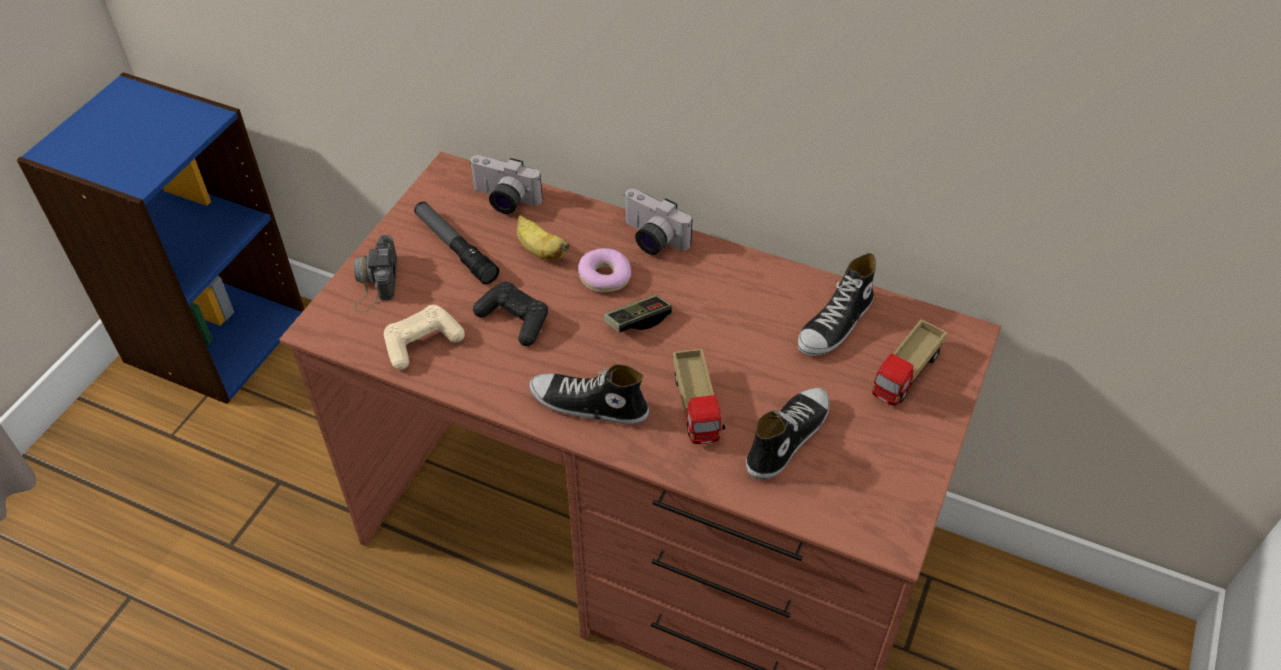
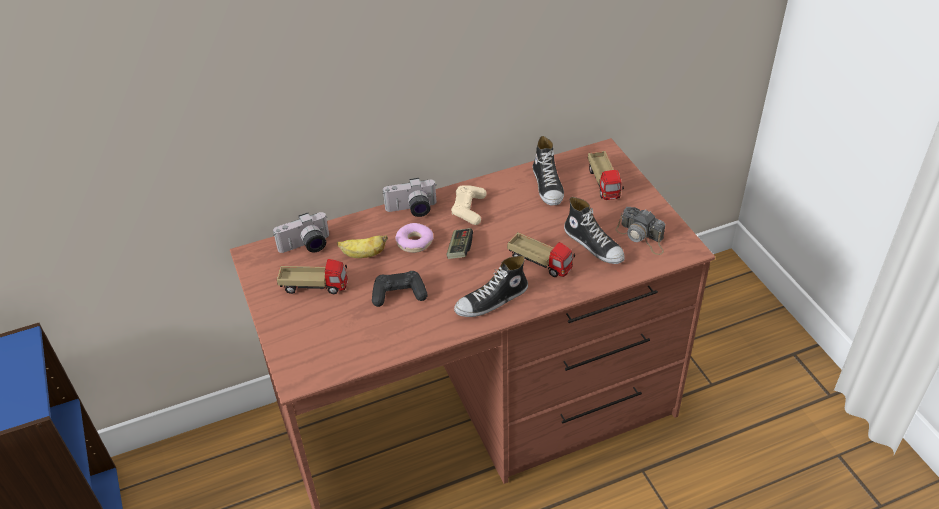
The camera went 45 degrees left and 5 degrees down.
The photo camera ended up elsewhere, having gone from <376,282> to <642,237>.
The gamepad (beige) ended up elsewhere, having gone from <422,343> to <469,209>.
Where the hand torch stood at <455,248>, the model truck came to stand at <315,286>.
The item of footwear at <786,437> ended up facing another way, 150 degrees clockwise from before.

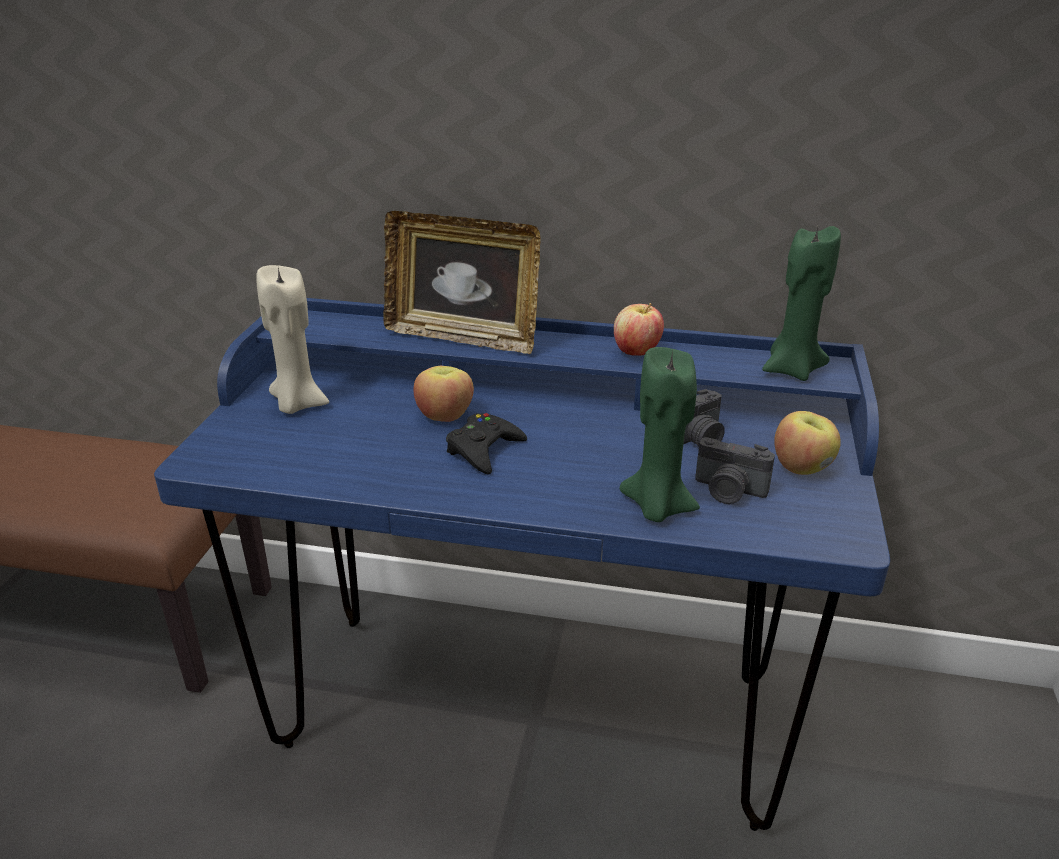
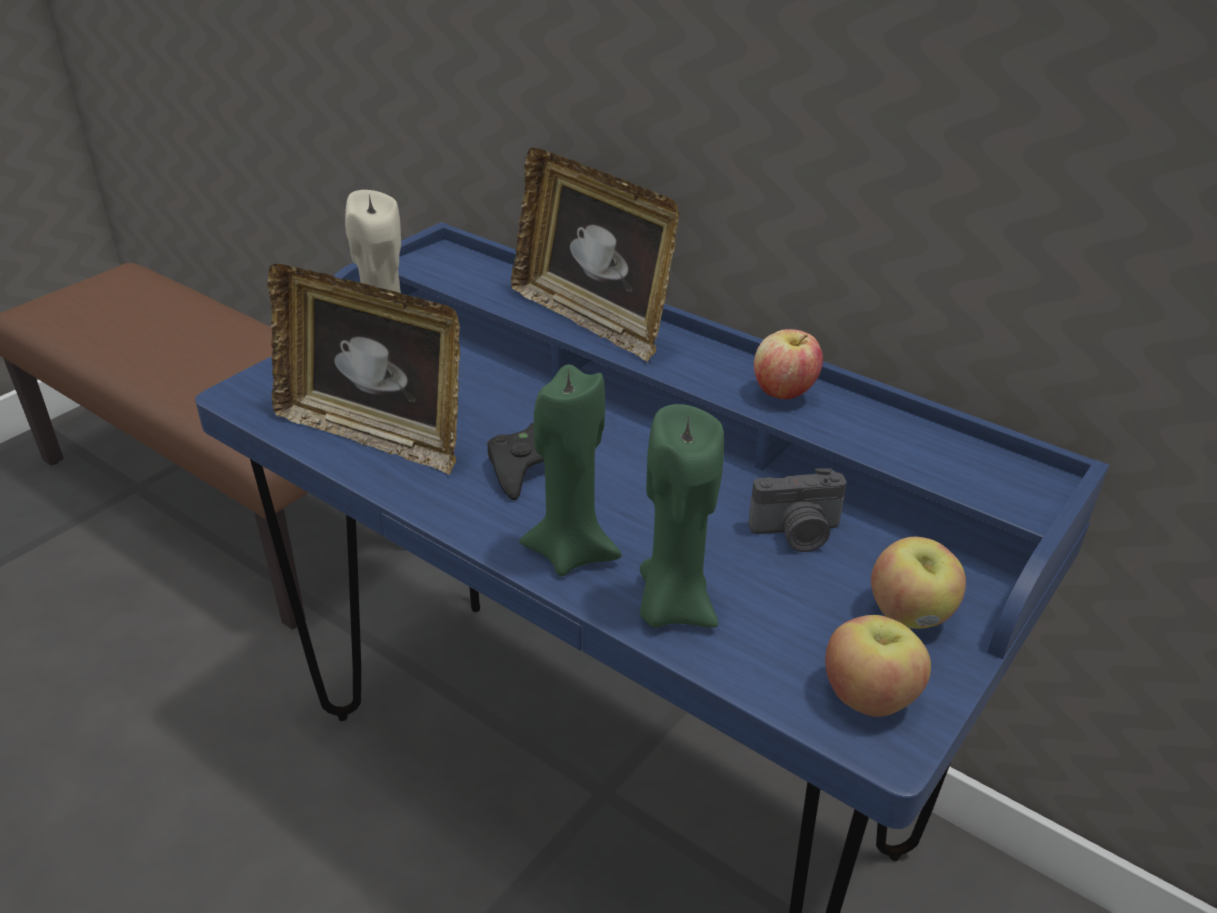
The camera went 25 degrees right and 5 degrees up.
The apple fruit ended up elsewhere, having gone from <445,415> to <869,695>.
The second view lost the photo camera at <728,491>.
The candle (green) ended up elsewhere, having gone from <792,369> to <571,552>.
The second view gained the photo frame at <374,434>.

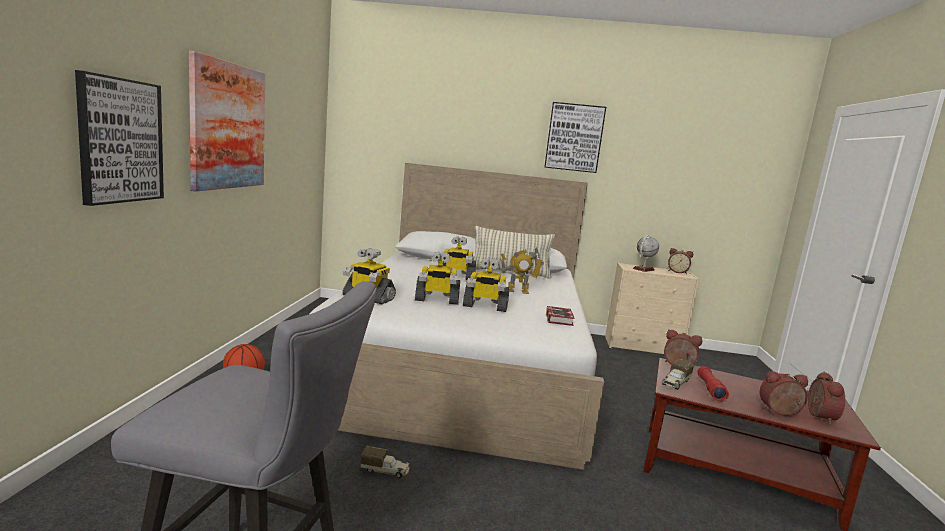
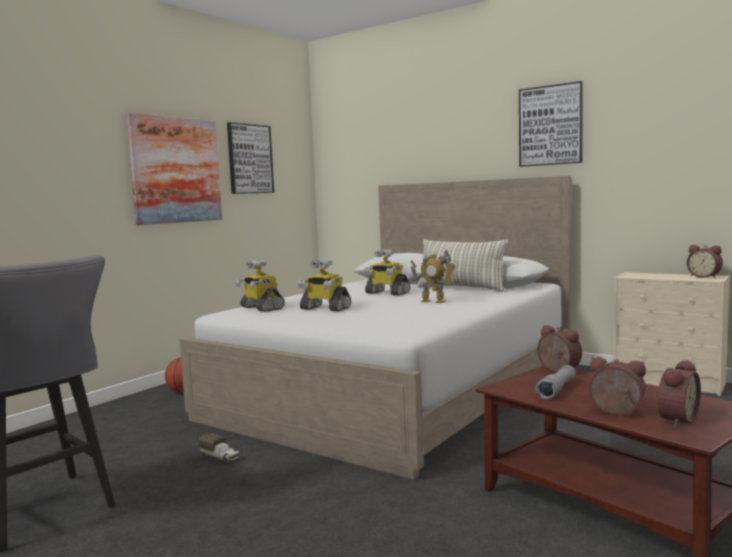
The camera went 30 degrees right and 5 degrees down.
The wall picture ended up elsewhere, having gone from <120,141> to <249,159>.
The second view lost the robot figure at <485,306>.
The second view lost the bound book at <559,319>.
The second view lost the desk globe at <643,269>.
The second view lost the model truck at <675,383>.
What was the hand torch (reddish) at <710,389> turned into the hand torch (gray) at <557,390>.

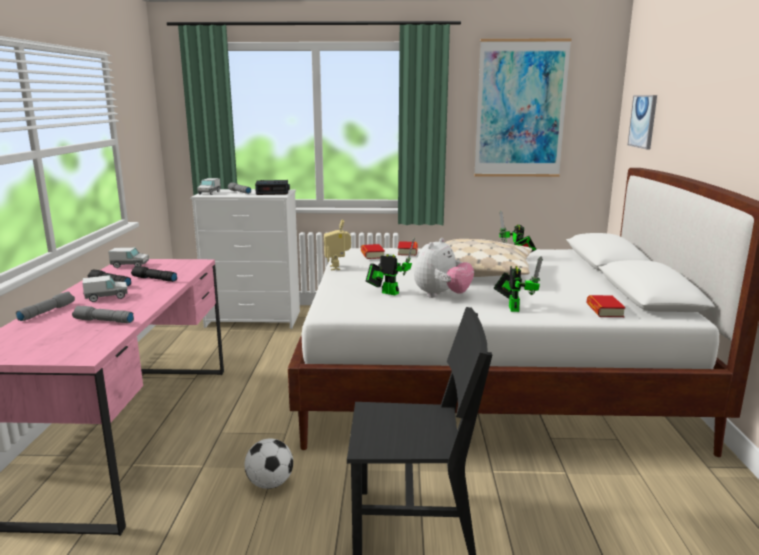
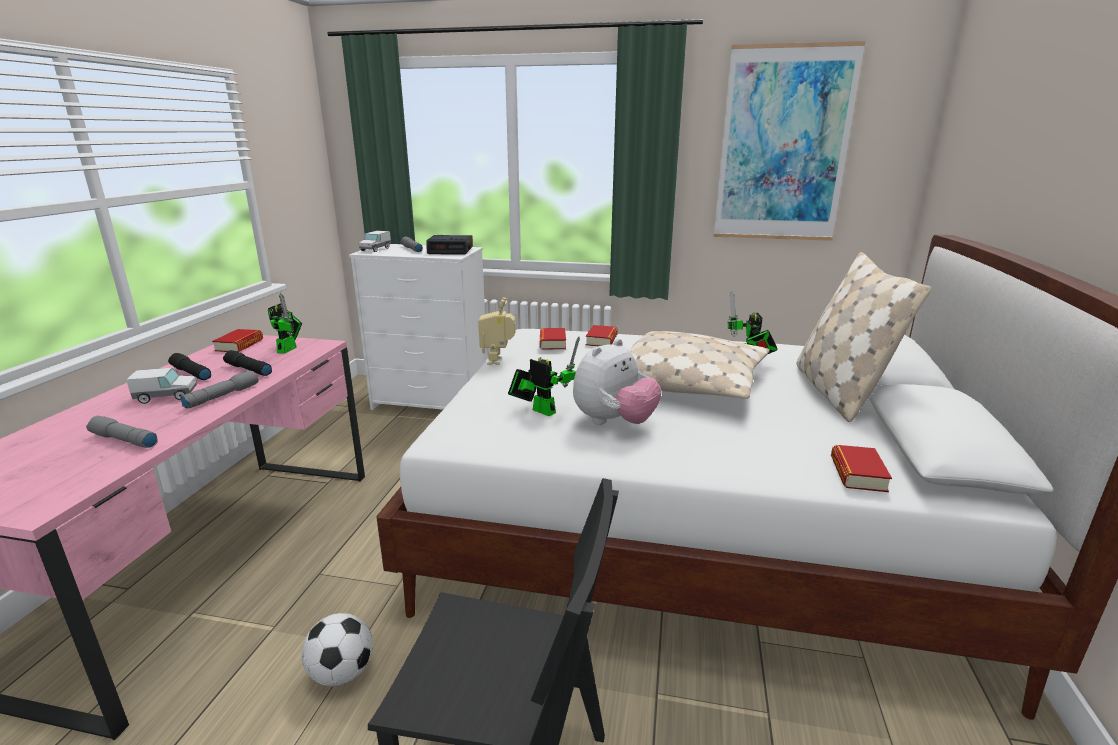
The camera went 10 degrees right and 5 degrees up.
The hand torch (gray) ended up elsewhere, having gone from <47,312> to <222,396>.
Where the model truck stood at <130,265>, the bound book came to stand at <239,345>.
The robot figure ended up elsewhere, having gone from <513,307> to <289,349>.
The second view lost the wall picture at <643,121>.
The second view gained the throw pillow (beige) at <838,392>.

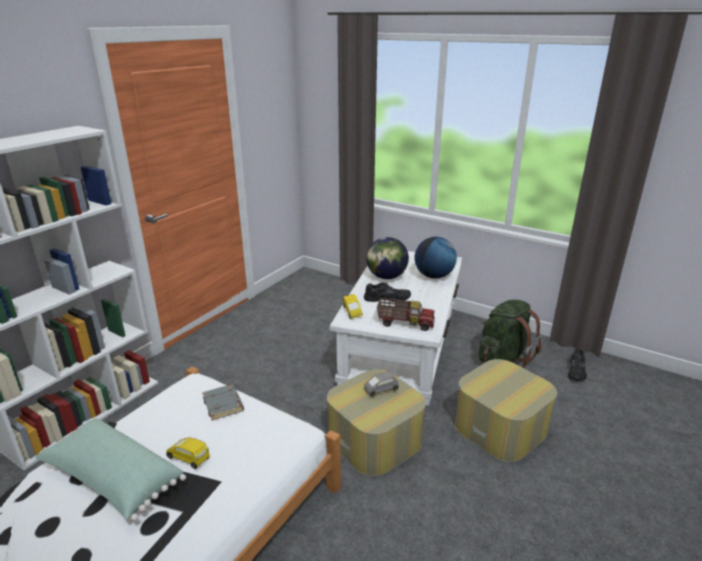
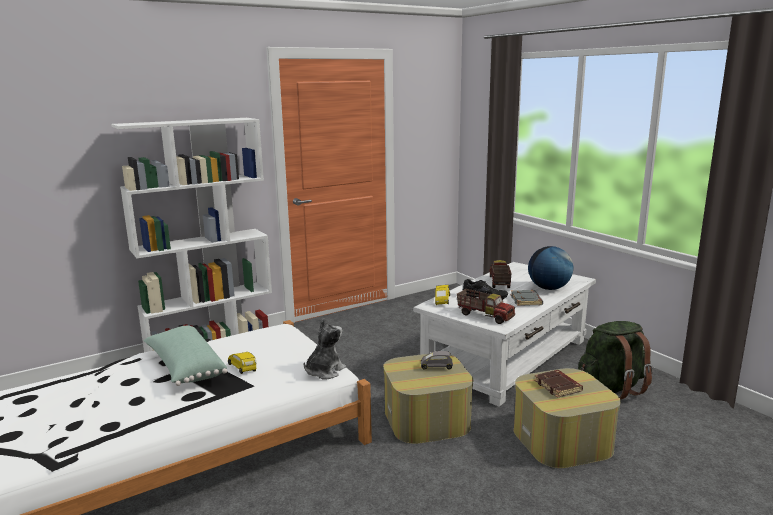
The camera went 25 degrees right and 10 degrees down.
The bound book (gray) ended up elsewhere, having gone from <224,405> to <526,301>.
Where the desk globe stood at <386,277>, the model truck came to stand at <499,282>.
The second view lost the item of footwear (black) at <577,372>.
The second view gained the plush toy at <324,371>.
The second view gained the bound book (brown-coloured) at <558,386>.

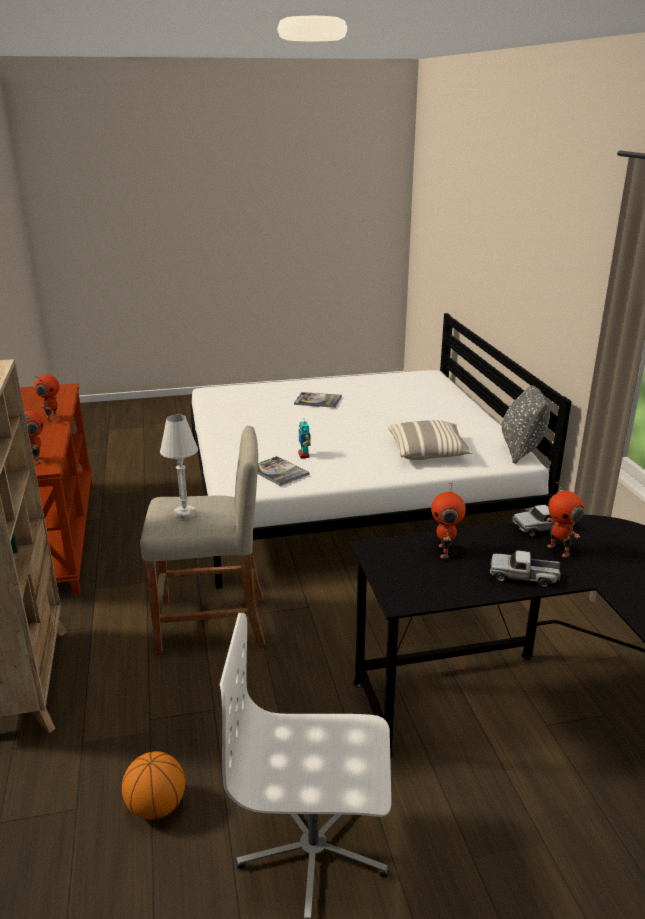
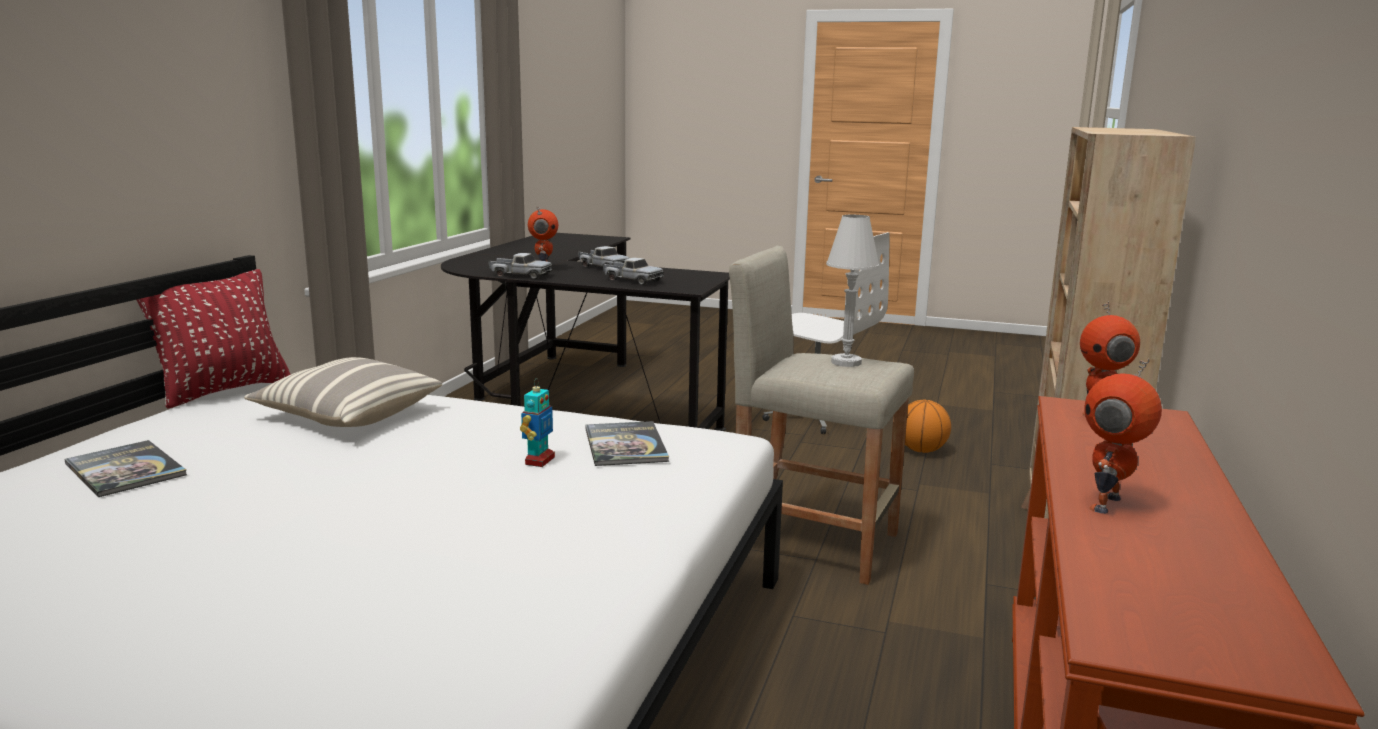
The camera went 150 degrees left and 10 degrees down.
The bound book ended up elsewhere, having gone from <318,401> to <125,470>.
Where the robot figure stood at <445,551>, the model truck came to stand at <632,280>.
What was the throw pillow (gray) at <521,449> turned into the throw pillow (reddish) at <224,391>.

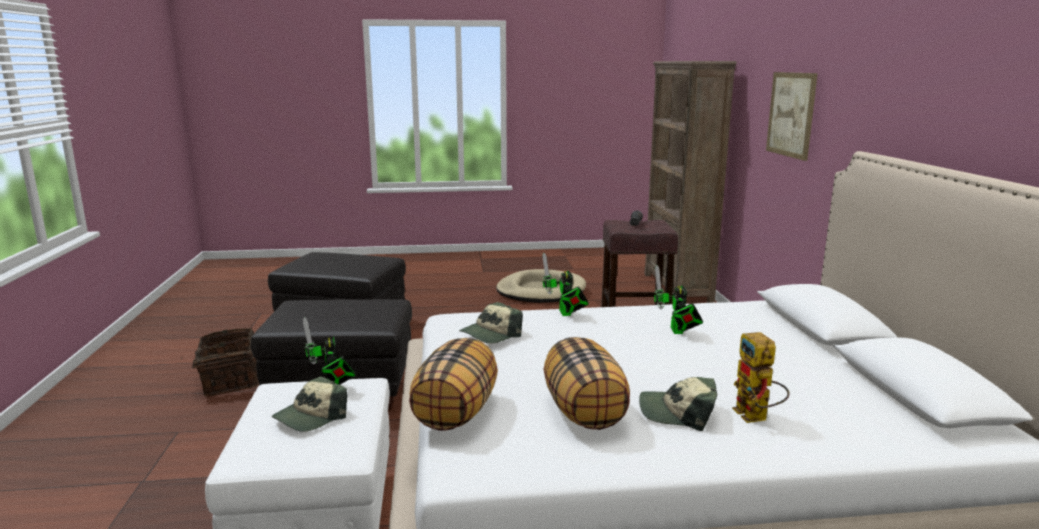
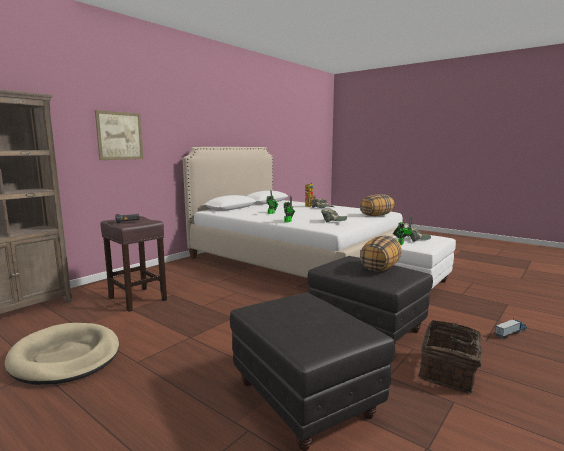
The camera went 135 degrees left and 5 degrees down.
The throw pillow ended up elsewhere, having gone from <585,412> to <380,268>.
The second view gained the model truck at <511,333>.

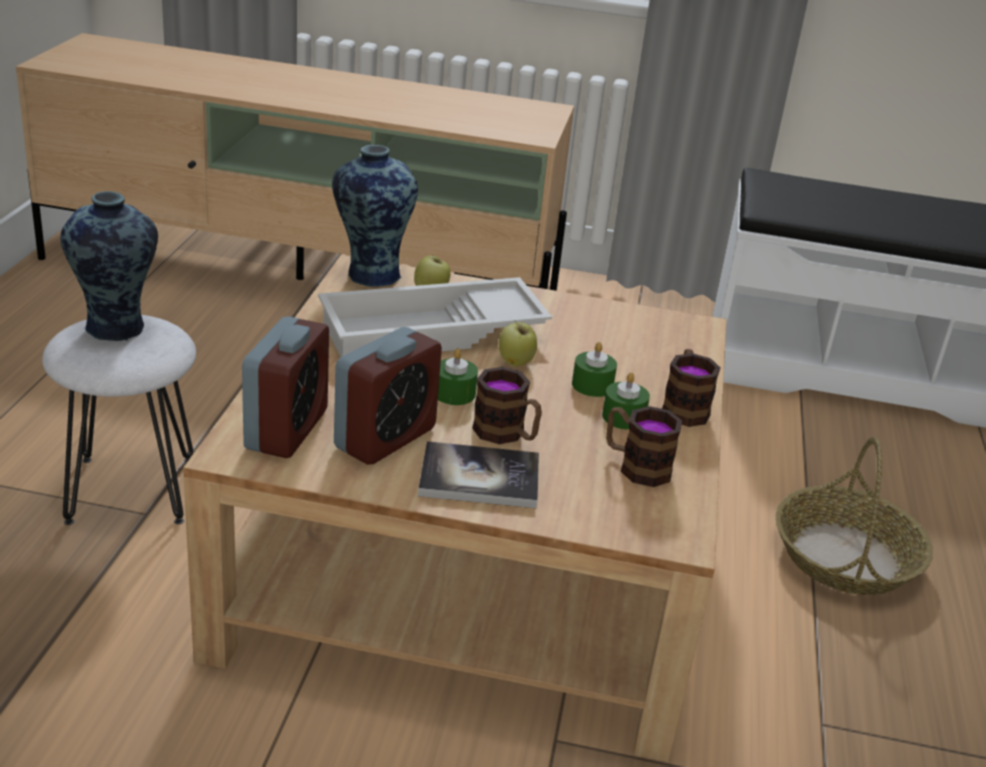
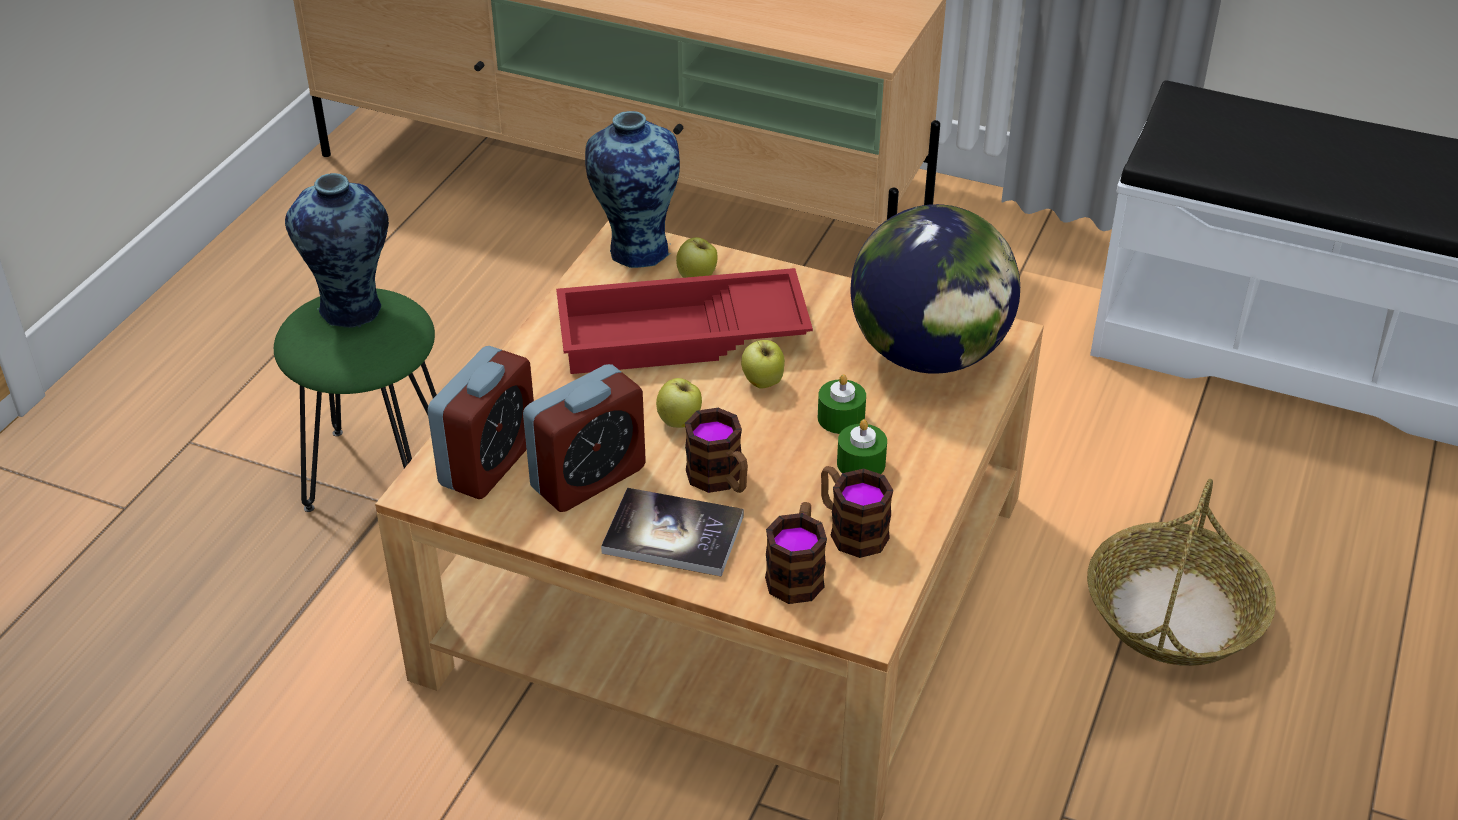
The camera went 15 degrees right and 10 degrees up.
What was the stool seat (white-coloured) at <131,488> turned into the stool seat (green) at <378,471>.
What was the serving tray (white-coloured) at <432,333> turned into the serving tray (reddish) at <681,337>.
Where the candle (green) stood at <454,393>, the apple fruit came to stand at <680,422>.
The mug ended up elsewhere, having gone from <684,407> to <797,572>.
The second view gained the desk globe at <928,354>.

